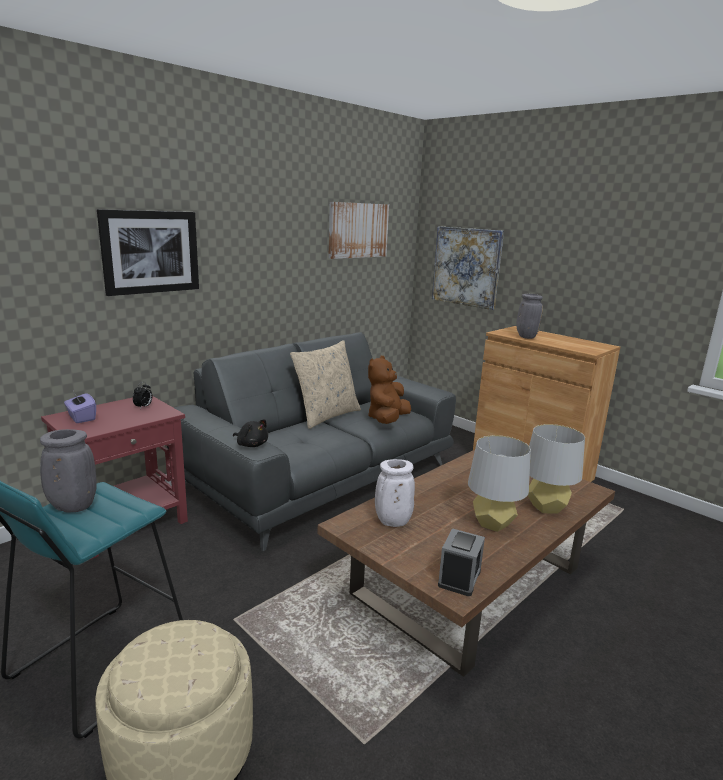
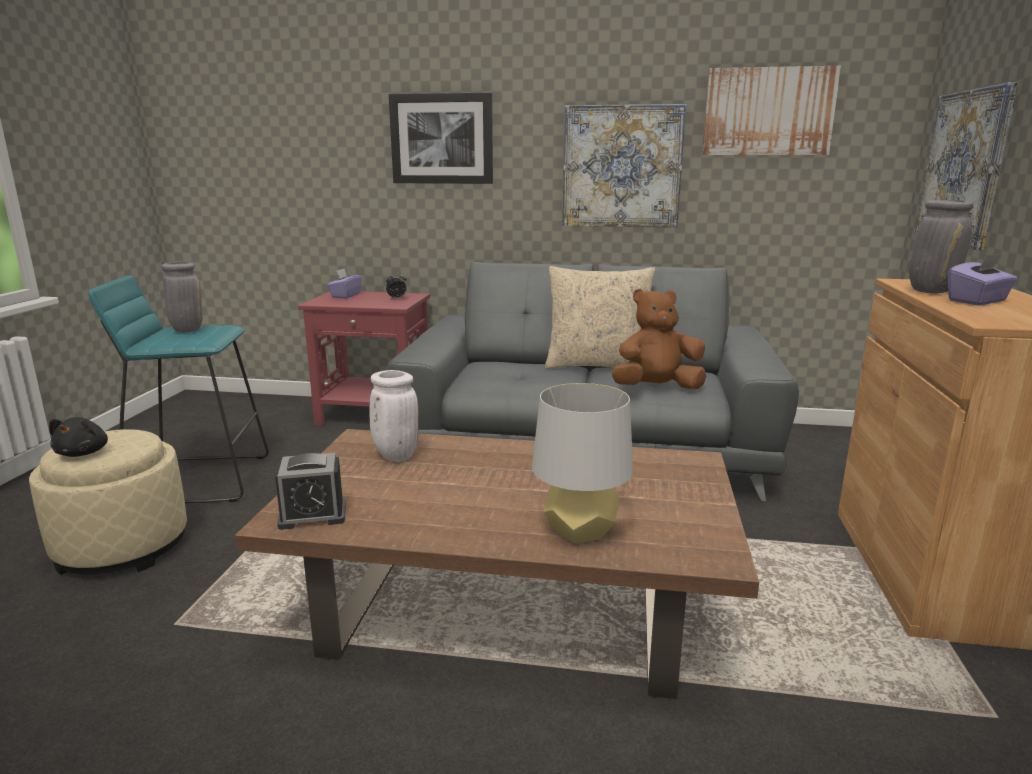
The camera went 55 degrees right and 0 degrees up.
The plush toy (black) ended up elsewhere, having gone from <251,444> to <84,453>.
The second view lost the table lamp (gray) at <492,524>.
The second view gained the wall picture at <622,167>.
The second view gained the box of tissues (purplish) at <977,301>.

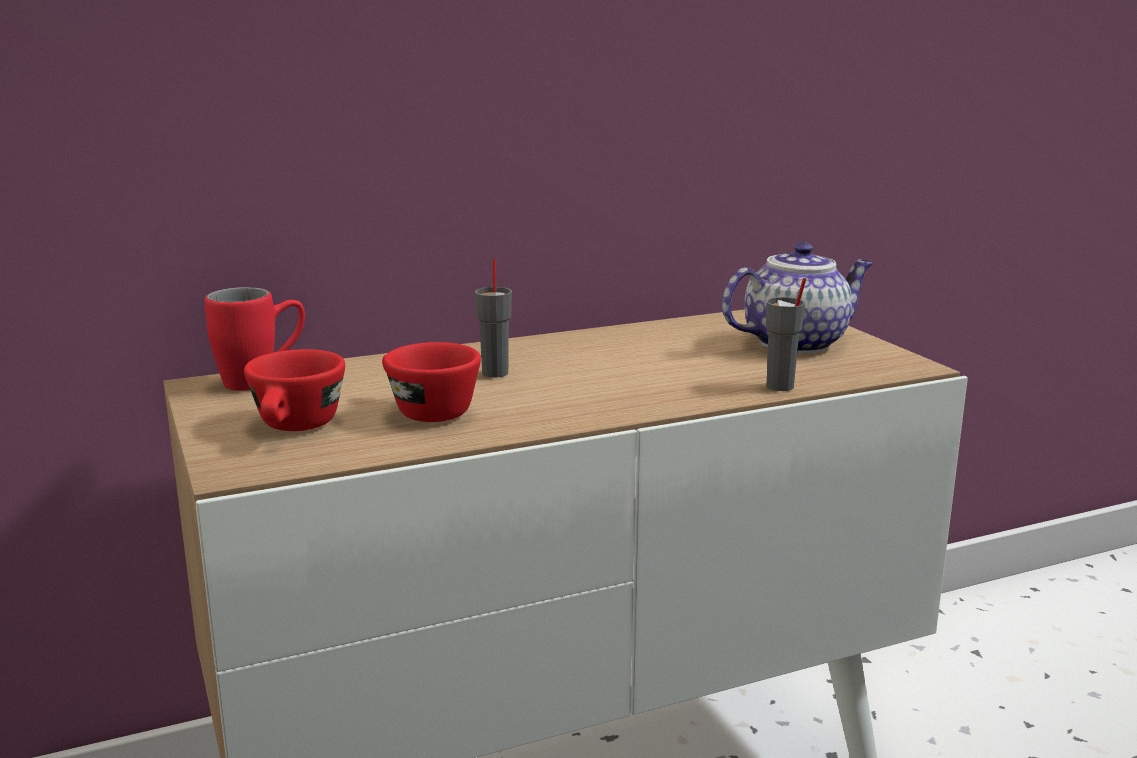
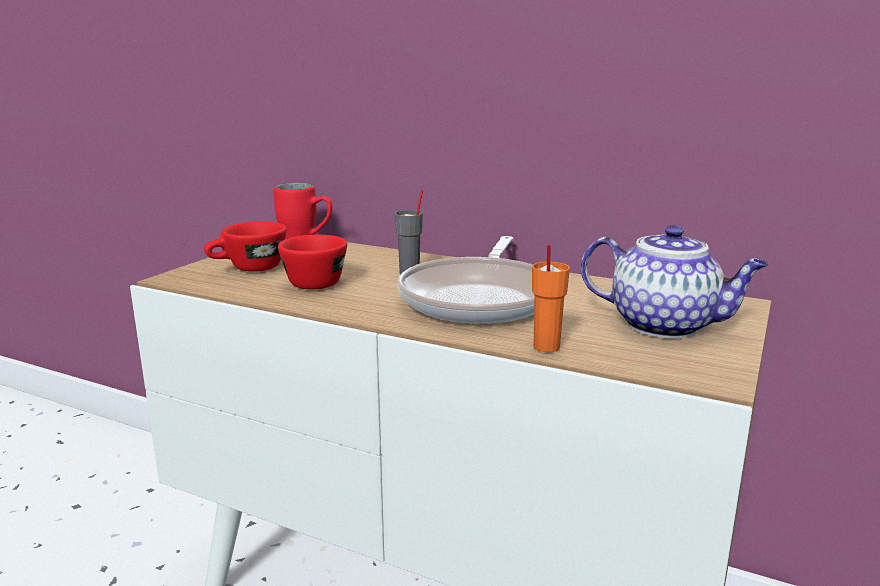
The camera went 50 degrees right and 0 degrees up.
What was the small cup (gray) at <780,387> turned into the small cup (orange) at <545,347>.
The second view gained the skillet at <480,298>.

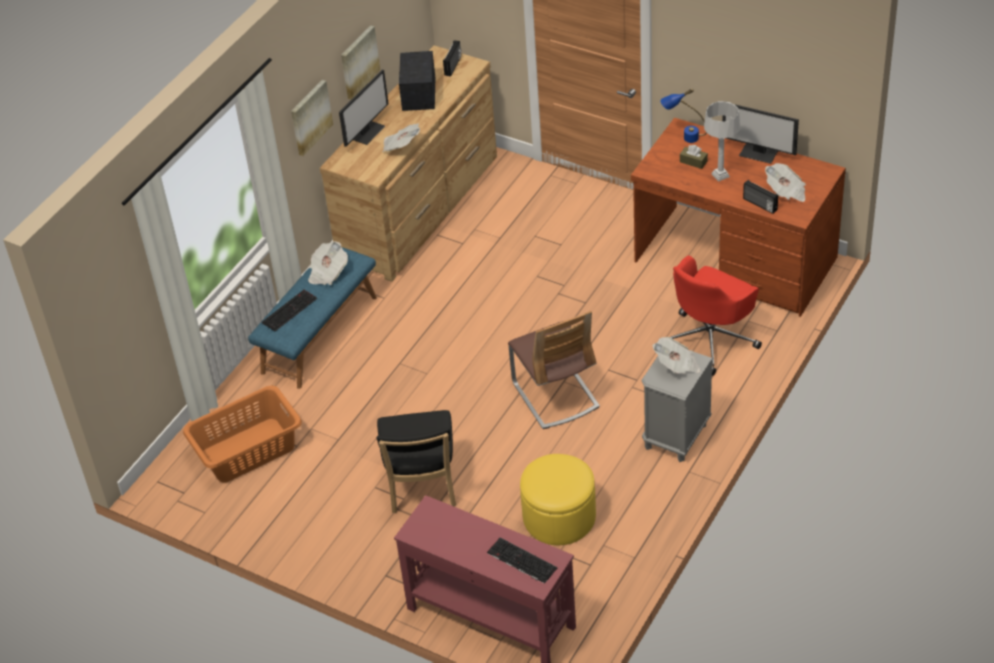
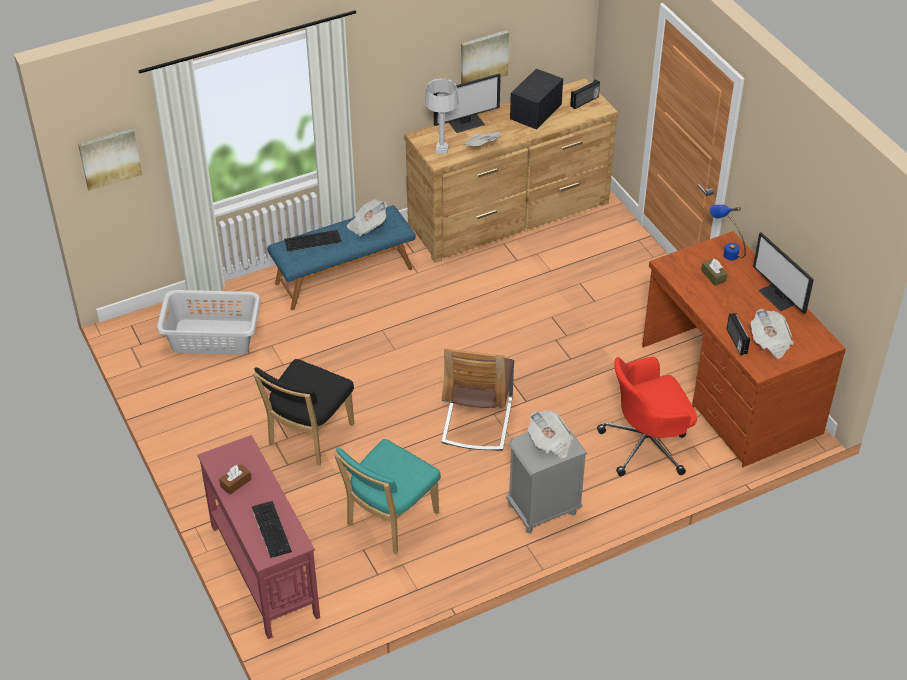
The camera went 30 degrees right and 0 degrees up.
What was the laundry basket (orange) at <247,450> turned into the laundry basket (gray) at <212,336>.
The wall picture ended up elsewhere, having gone from <310,117> to <109,158>.
Where the ottoman (yellow) stood at <559,517>, the plain chair (turquoise) came to stand at <389,521>.
The table lamp (gray) ended up elsewhere, having gone from <720,175> to <441,150>.
The second view gained the box of tissues (brown-coloured) at <235,483>.

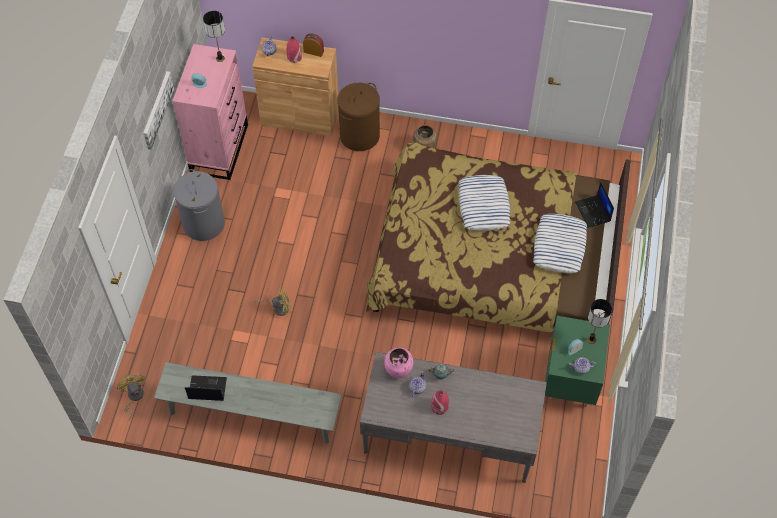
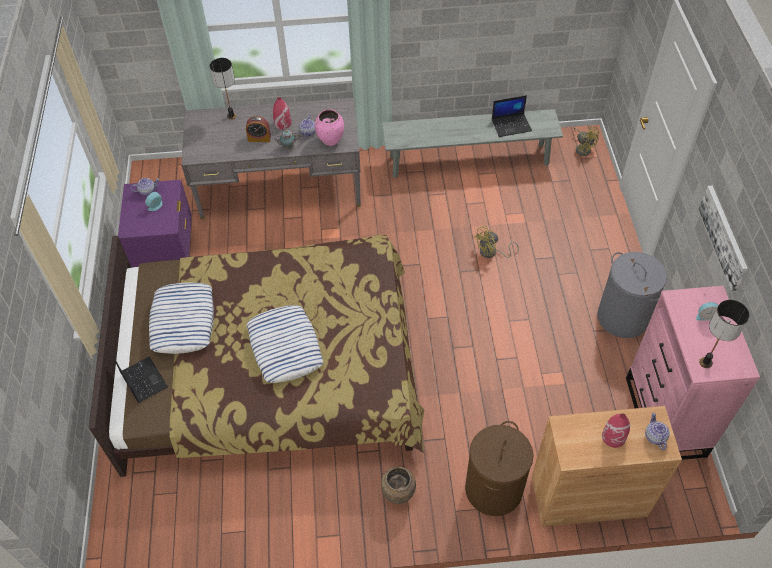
The camera went 165 degrees right and 5 degrees down.
The table clock ended up elsewhere, having gone from <313,51> to <259,138>.
What was the bedside table (green) at <570,381> turned into the bedside table (purplish) at <168,258>.
The table lamp ended up elsewhere, having gone from <591,339> to <231,116>.

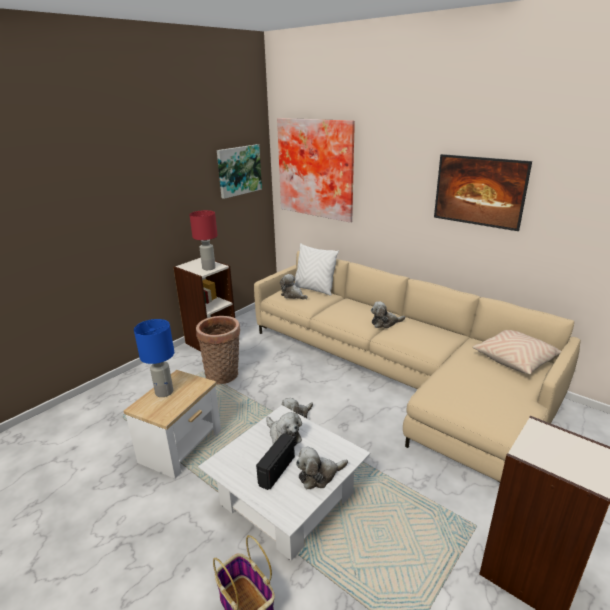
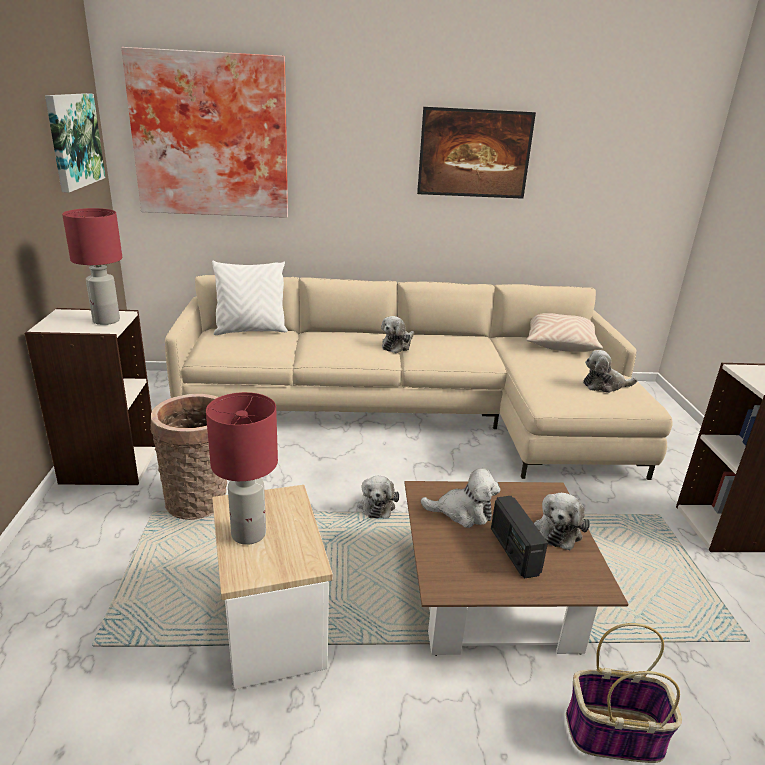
The camera went 45 degrees left and 0 degrees up.
What was the table lamp (blue-coloured) at <165,392> turned into the table lamp (reddish) at <249,533>.
What was the low table (white-coloured) at <287,499> turned into the low table (brown-coloured) at <492,596>.
The plush toy ended up elsewhere, having gone from <293,295> to <604,385>.

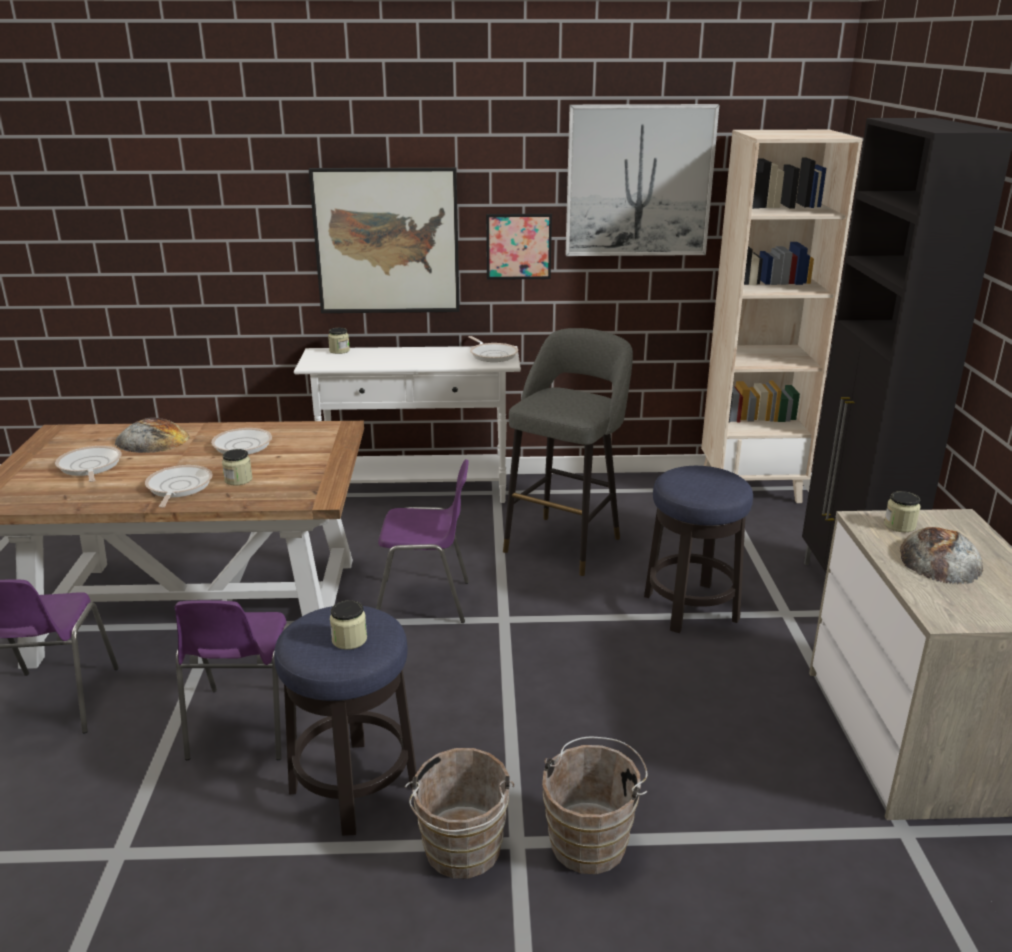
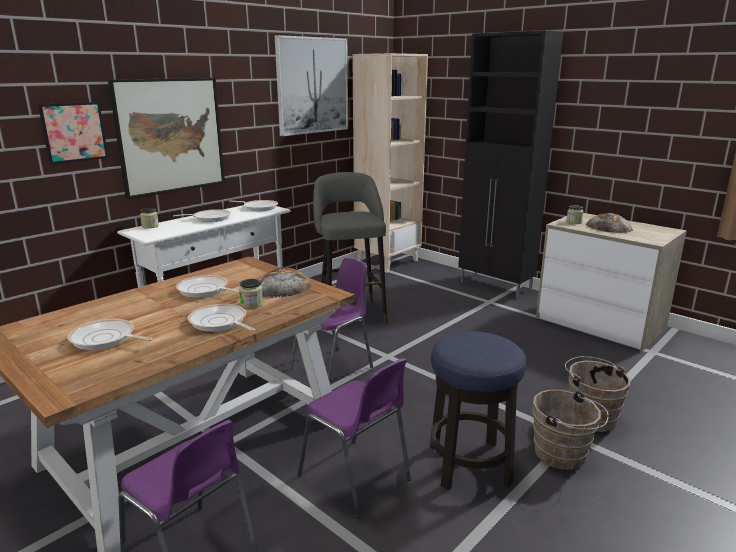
The camera went 45 degrees left and 5 degrees down.
The bread ended up elsewhere, having gone from <152,440> to <282,287>.
The second view lost the preserve jar at <349,639>.
The wall picture ended up elsewhere, having gone from <518,246> to <74,132>.
The second view lost the stool seat at <691,608>.
The second view gained the skillet at <210,218>.

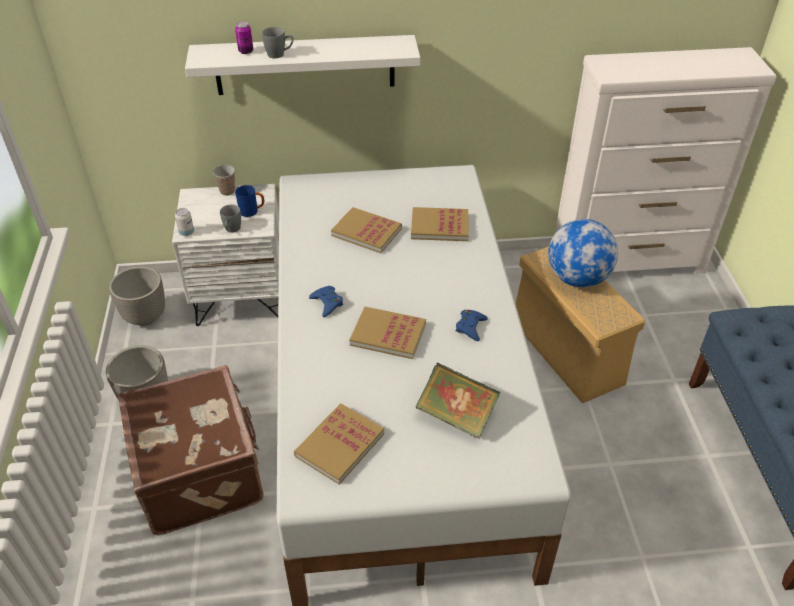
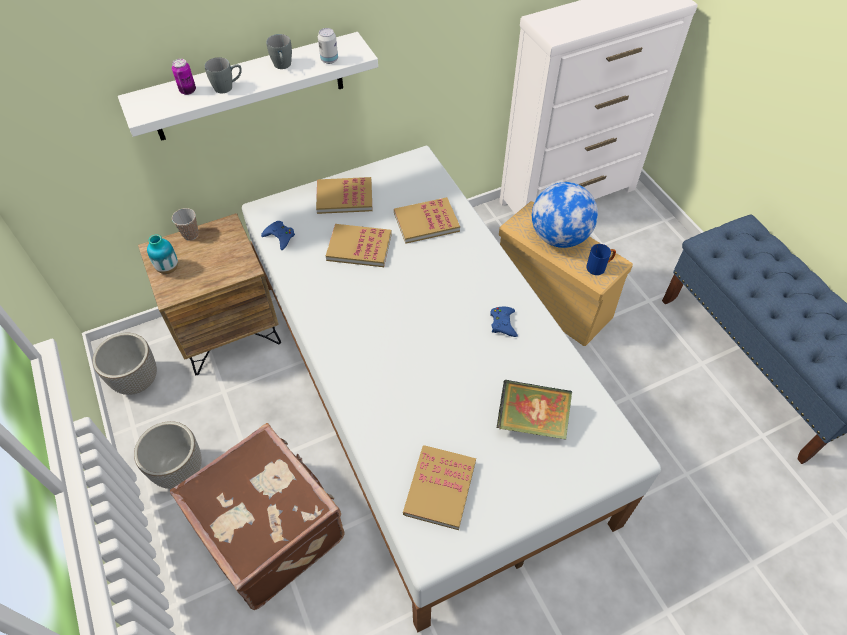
The camera went 20 degrees left and 10 degrees up.
What was the bedside table (white-coloured) at <241,297> turned into the bedside table (brown-coloured) at <228,330>.
The metal can ended up elsewhere, having gone from <186,232> to <329,60>.
The mug (gray) ended up elsewhere, having gone from <232,230> to <283,66>.
The mug (blue-coloured) ended up elsewhere, having gone from <252,211> to <599,267>.
The gamepad (blue-coloured) ended up elsewhere, having gone from <327,303> to <280,237>.
The bound book ended up elsewhere, having gone from <388,334> to <344,197>.
The second view gained the flower vase at <168,268>.

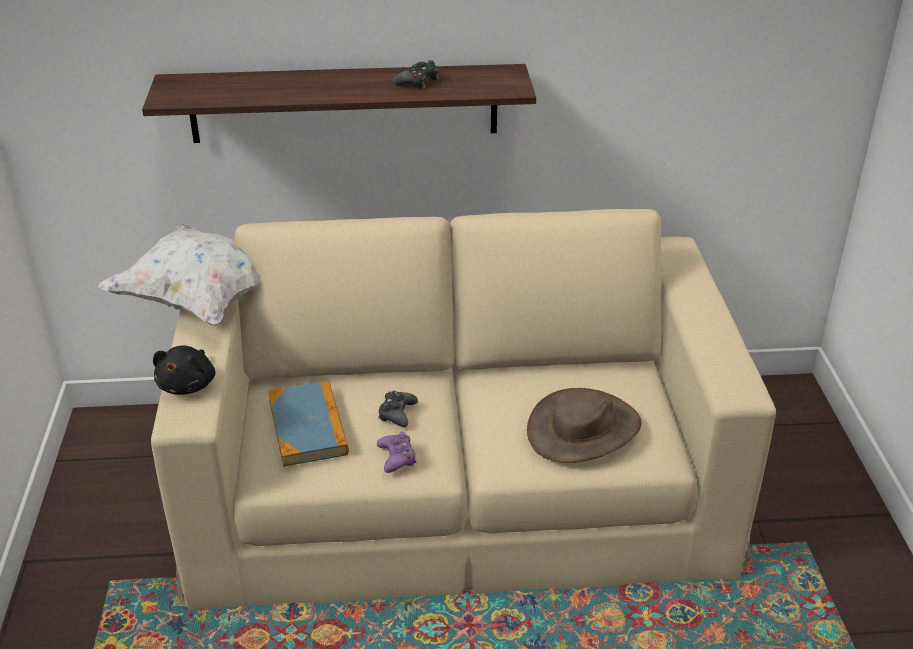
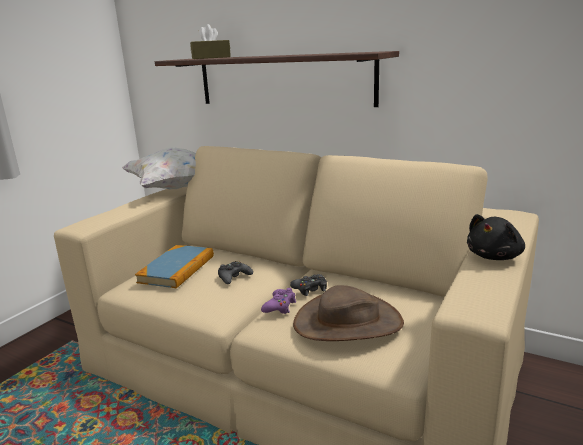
The camera went 35 degrees right and 15 degrees down.
The plush toy (black) ended up elsewhere, having gone from <188,385> to <495,256>.
The gamepad (purplish) ended up elsewhere, having gone from <397,457> to <280,306>.
The gamepad (black) ended up elsewhere, having gone from <418,81> to <310,289>.
The second view gained the box of tissues (brown-coloured) at <211,58>.

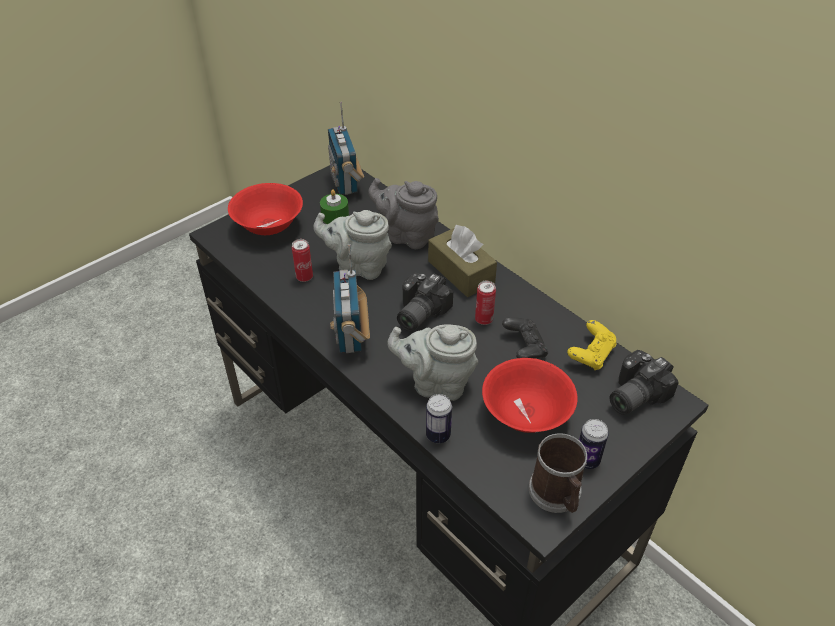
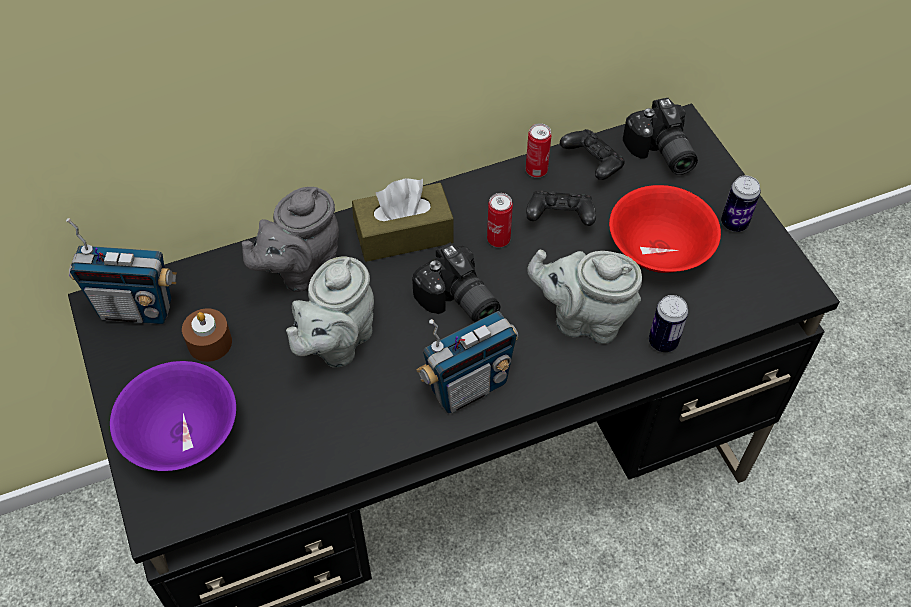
The camera went 70 degrees left and 10 degrees up.
What was the bowl (reddish) at <268,226> turned into the bowl (purplish) at <182,436>.
The metal can ended up elsewhere, having gone from <304,277> to <536,171>.
What was the candle (green) at <335,216> turned into the candle (brown-coloured) at <210,343>.
The radio receiver at <351,335> ended up facing another way, 45 degrees counterclockwise from before.
The teapot (gray) at <436,383> ended up facing another way, 75 degrees clockwise from before.
The second view lost the mug at <557,495>.
What was the gamepad (yellow) at <591,354> turned into the gamepad (black) at <592,164>.

